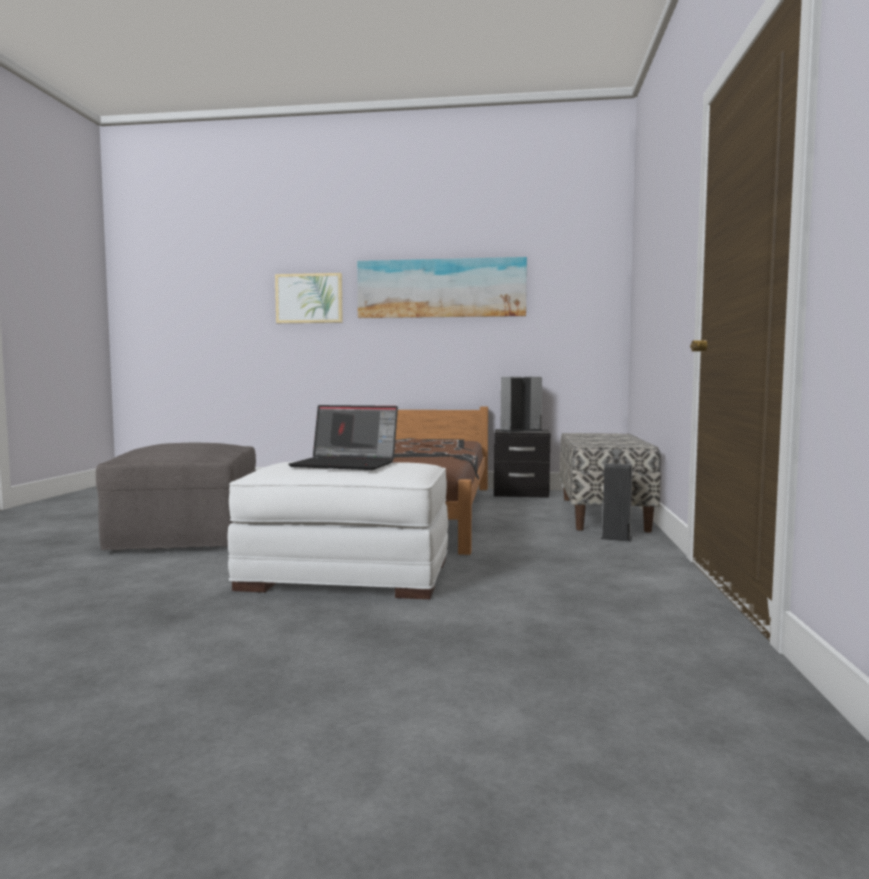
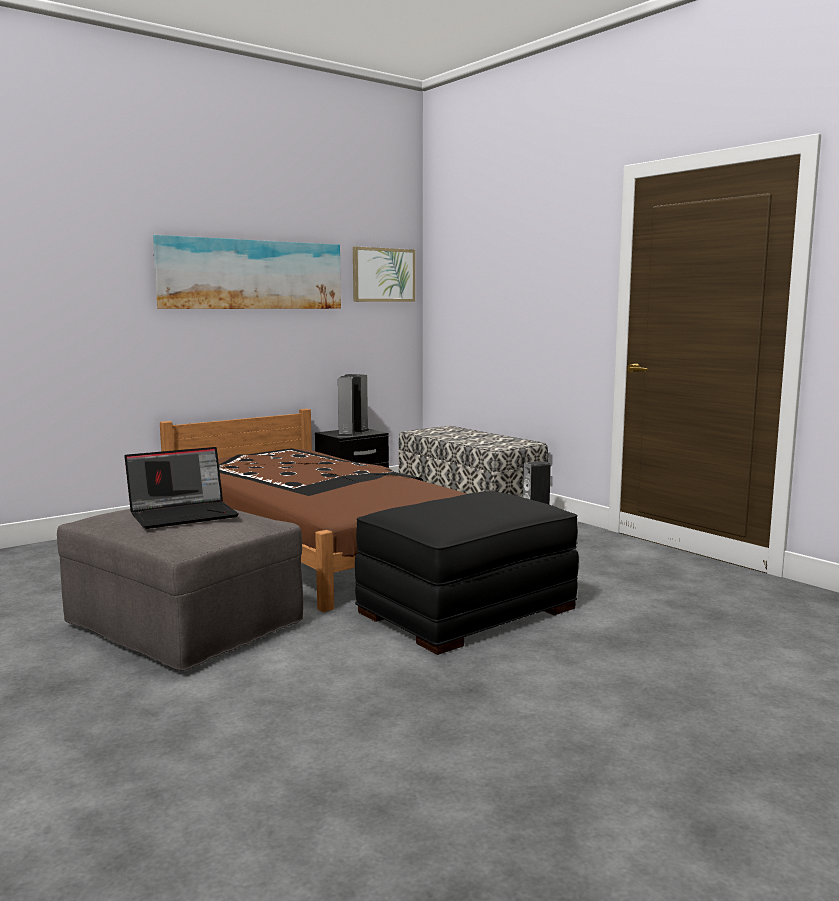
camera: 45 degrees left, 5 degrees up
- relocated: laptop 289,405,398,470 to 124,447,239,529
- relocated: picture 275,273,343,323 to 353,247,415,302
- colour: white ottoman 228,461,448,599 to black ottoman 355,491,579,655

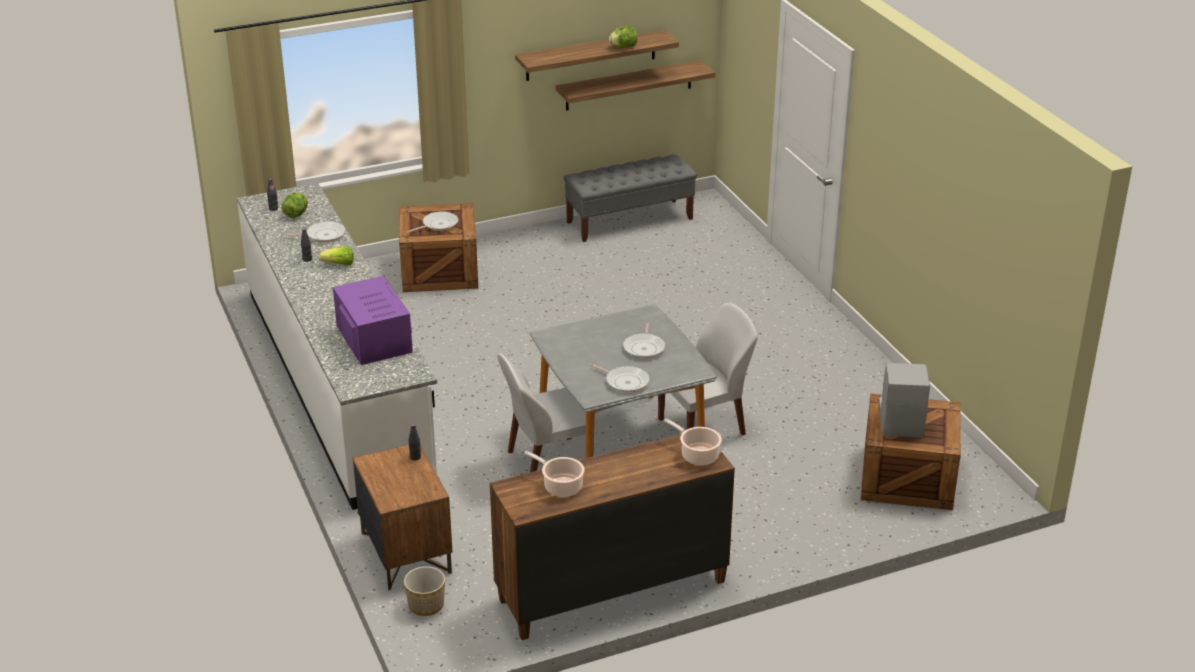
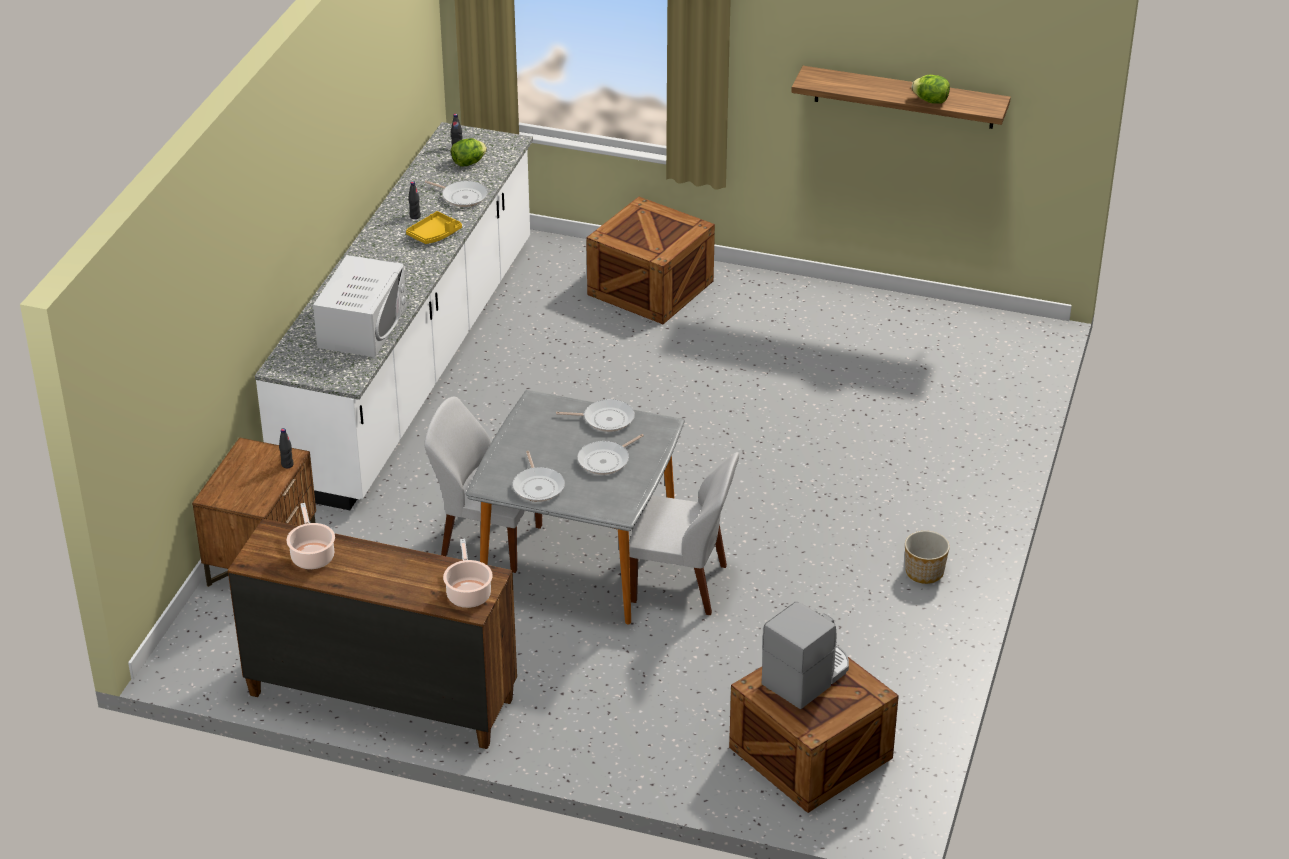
camera: 40 degrees right, 5 degrees up
- colour: purple microwave 333,276,413,365 to white microwave 313,255,407,357
- exchanged: lettuce 319,246,354,266 to yellow tray 406,211,462,244
- relocated: frying pan 407,211,458,232 to 556,399,635,432
- relocated: planter 404,566,445,616 to 905,531,950,584
- missing: shelf 556,60,715,111
- missing: grey bench 564,154,697,242

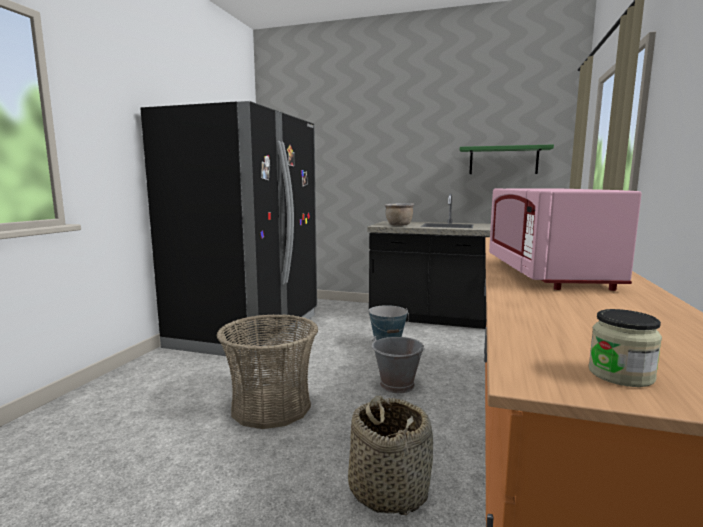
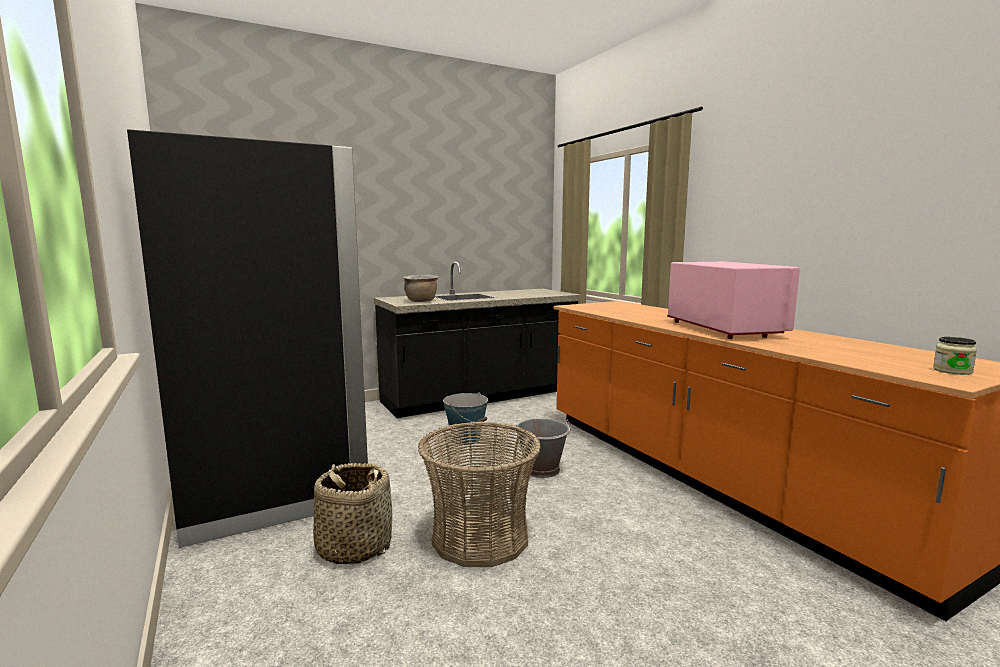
camera: 45 degrees left, 0 degrees up
- relocated: basket 348,395,433,515 to 313,463,392,565
- spun: pink microwave 489,189,642,291 = 667,261,800,339 150 degrees counterclockwise
- missing: green shelf 460,144,554,174

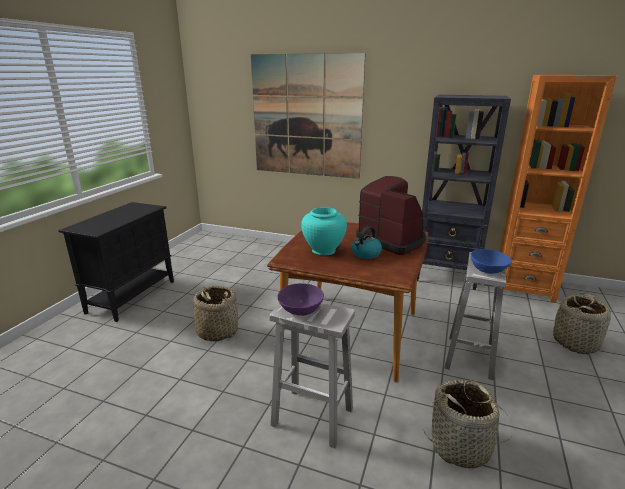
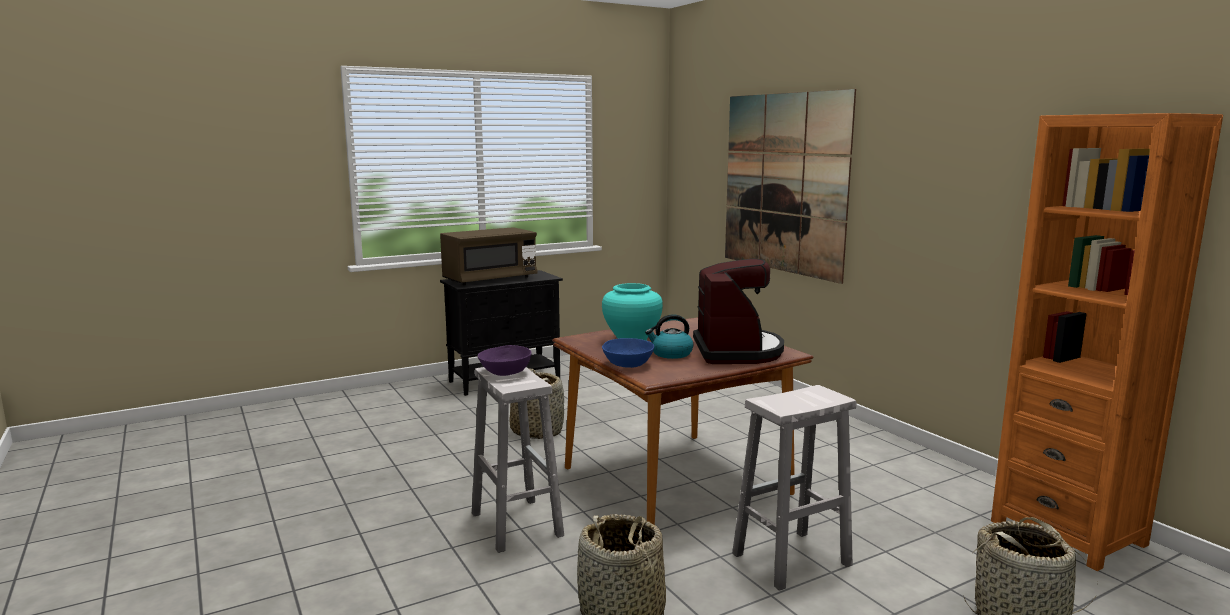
camera: 40 degrees right, 10 degrees down
- appeared: brown microwave 440,227,538,285
- relocated: blue bowl 471,249,511,274 to 602,338,654,368
- missing: black bookcase 417,95,511,290

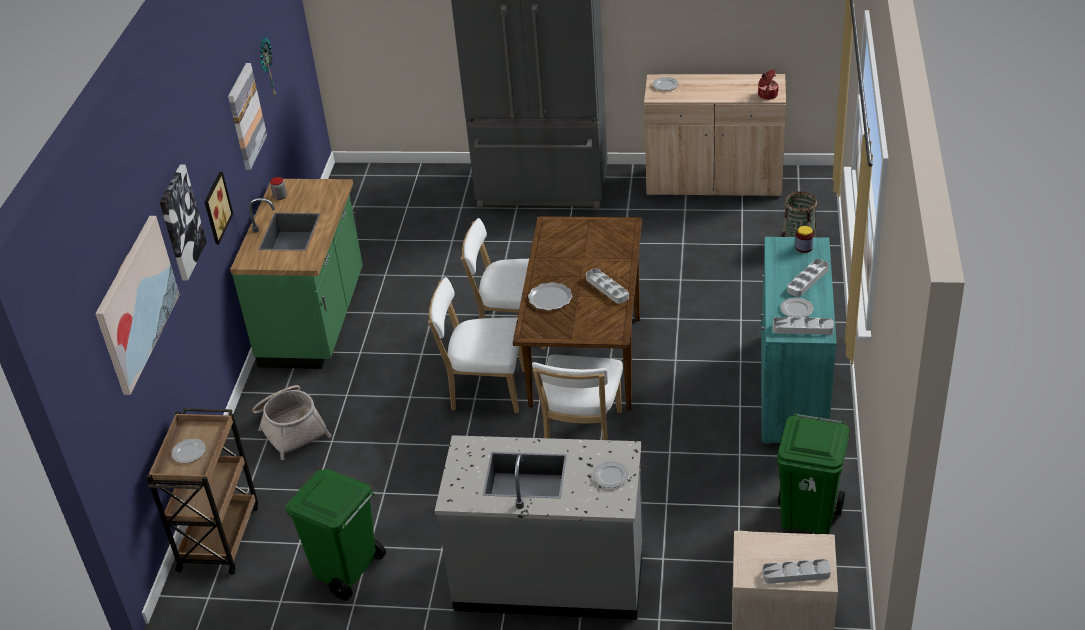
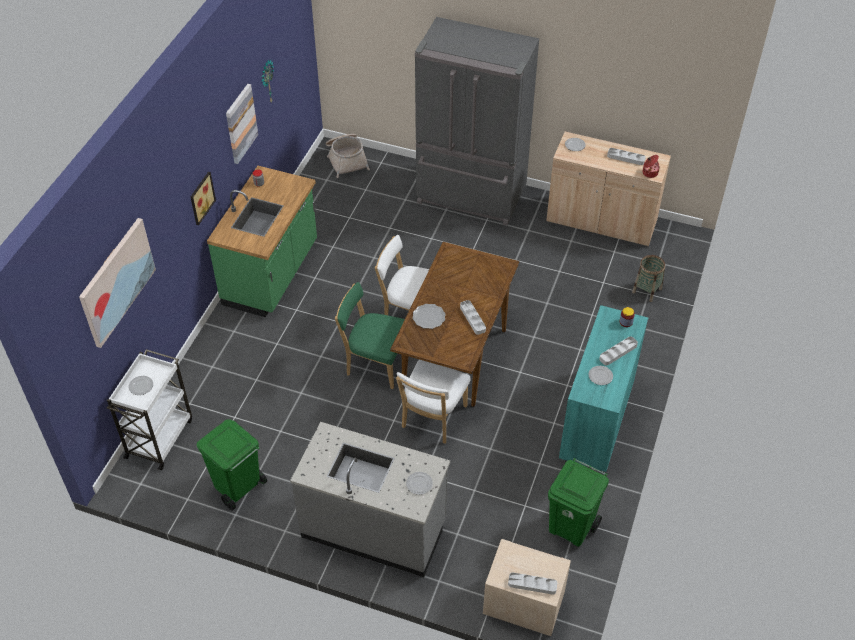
camera: 10 degrees right, 10 degrees up
- colour: brown cart 146,408,258,575 to white cart 107,349,192,470
- relocated: basket 252,385,332,460 to 326,134,370,178
- colour: white chair 428,277,524,413 to green chair 335,282,405,389
- relocated: grey tray 773,317,834,335 to 607,148,646,165
- missing: picture 159,165,207,281

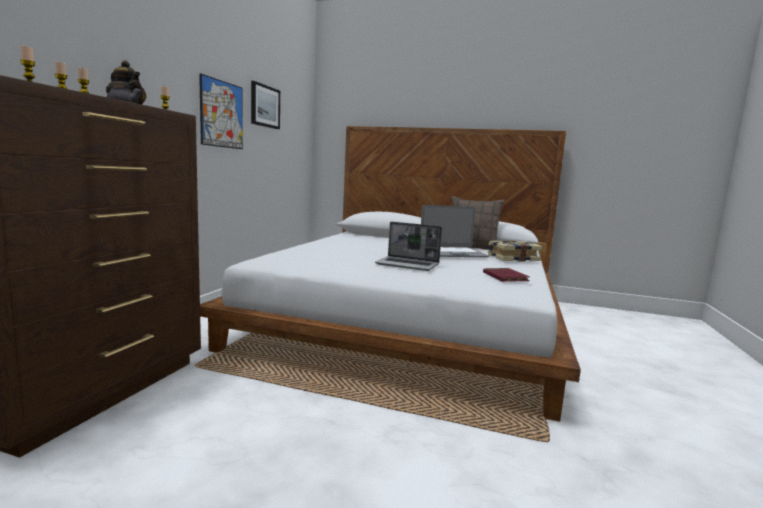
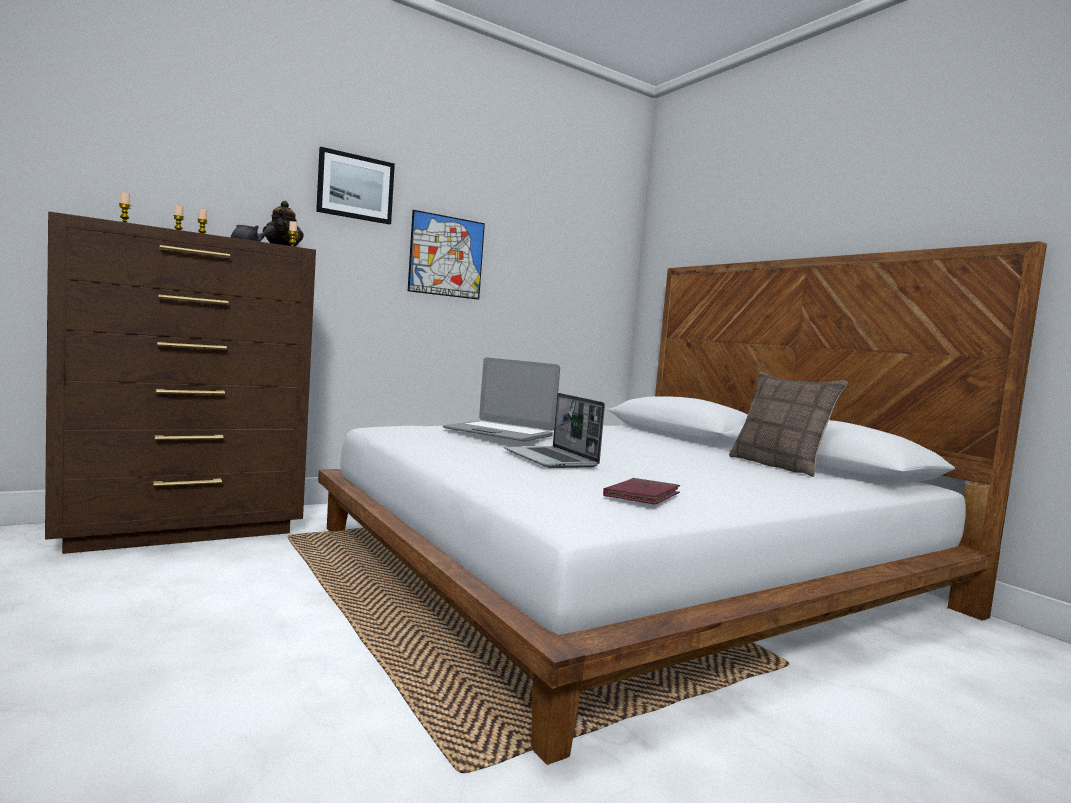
camera: 40 degrees right, 5 degrees down
- relocated: picture 251,81,280,129 to 316,147,395,224
- relocated: laptop 421,205,489,257 to 443,357,560,442
- missing: book 488,240,543,262

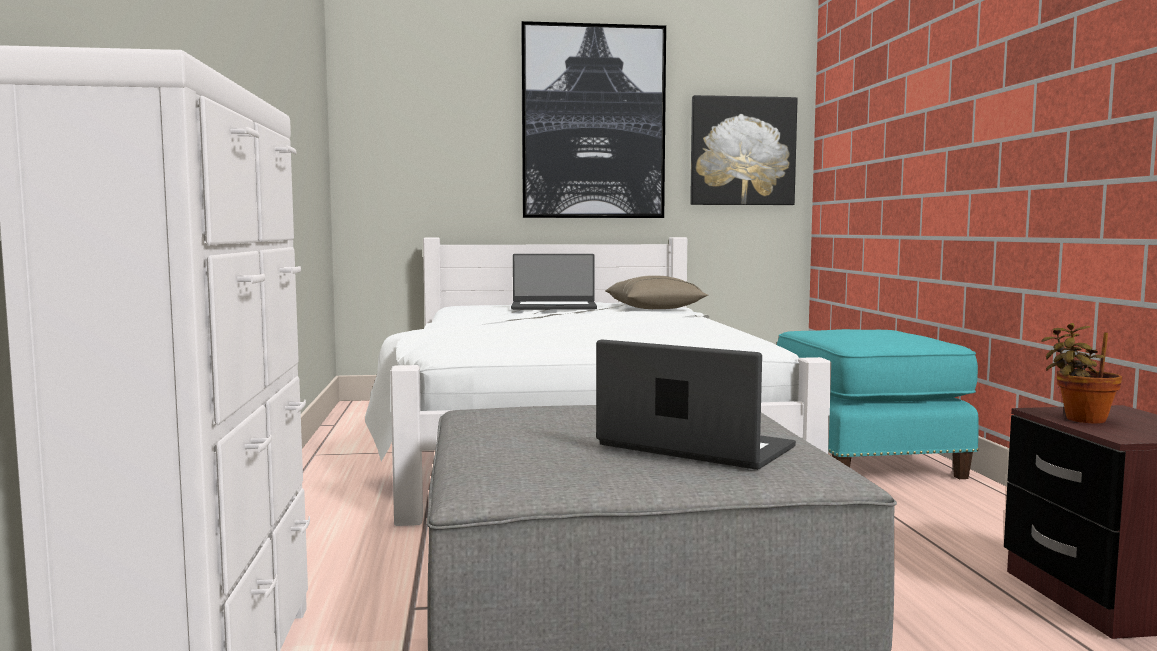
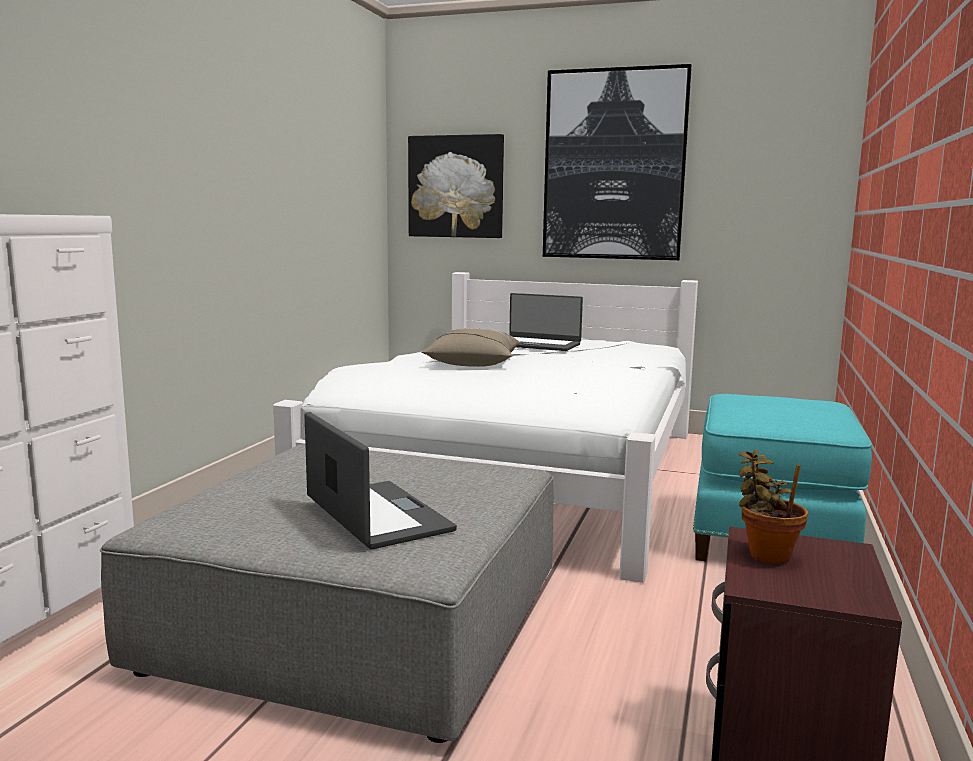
camera: 25 degrees right, 5 degrees up
- relocated: picture 690,95,798,205 to 408,134,504,238
- relocated: beige pillow 605,276,708,309 to 421,328,521,367

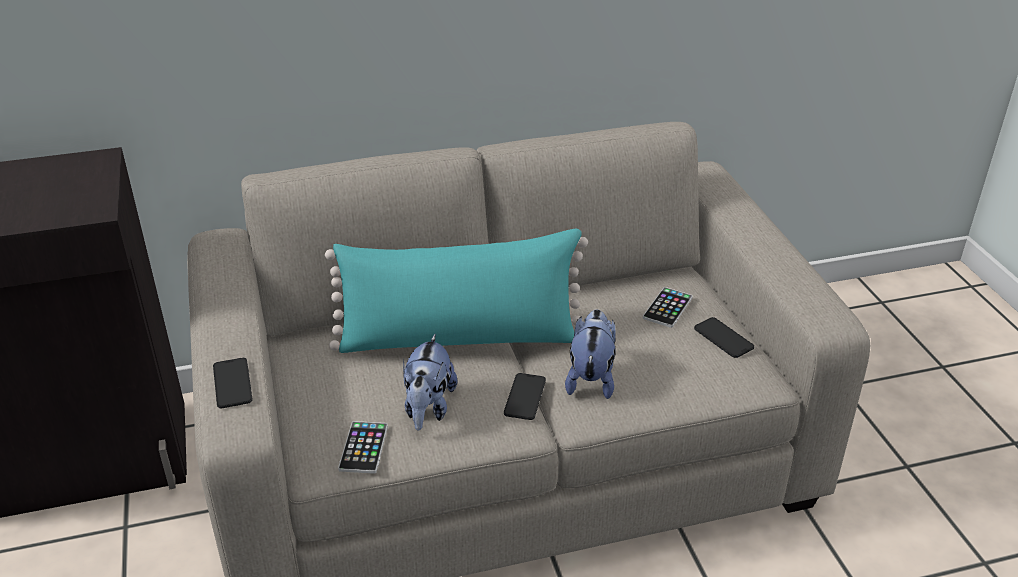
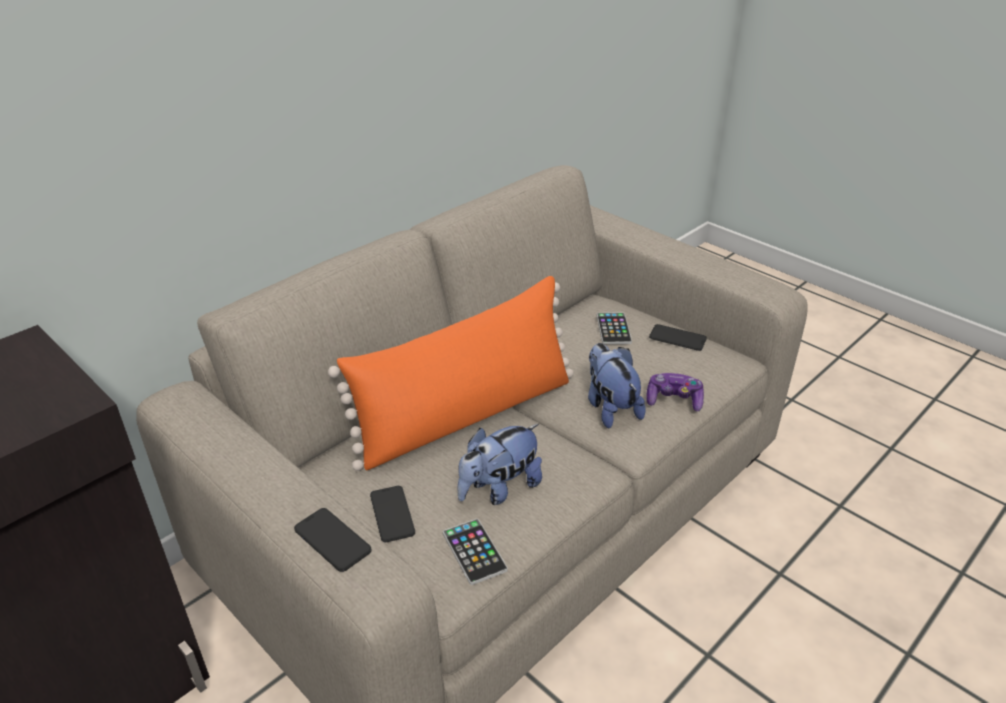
camera: 30 degrees left, 0 degrees up
- colour: turquoise pillow 325,229,588,353 to orange pillow 328,276,574,471
- relocated: phone 504,373,546,420 to 370,486,415,542
- spun: plush toy 403,334,457,431 = 458,424,542,505 75 degrees clockwise
- appeared: game controller 646,373,704,411

